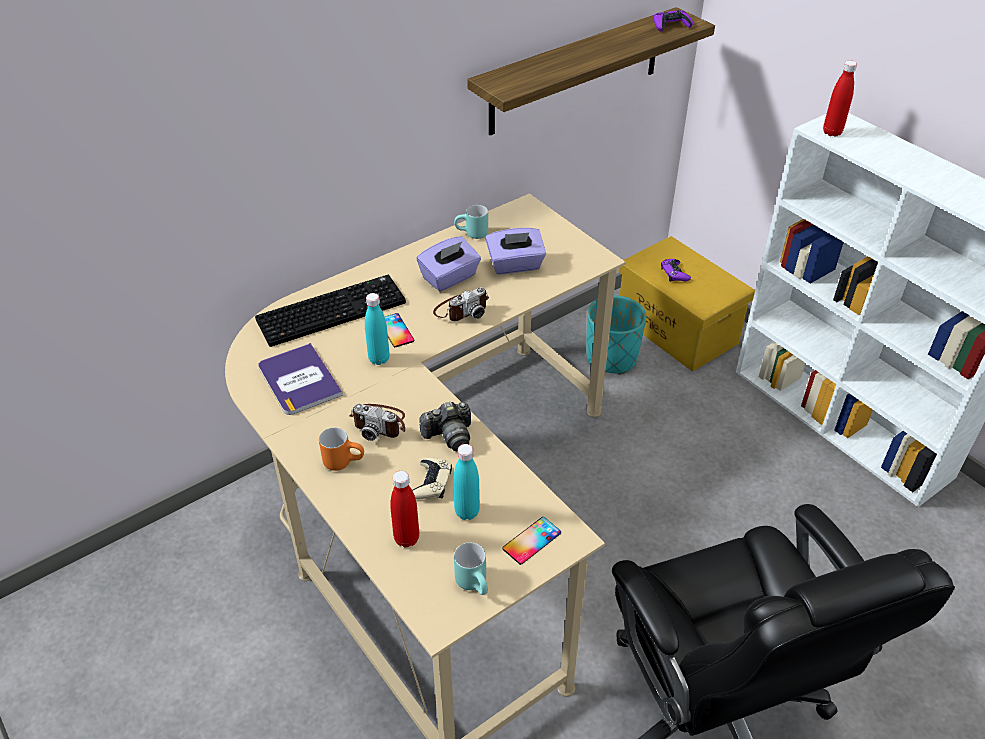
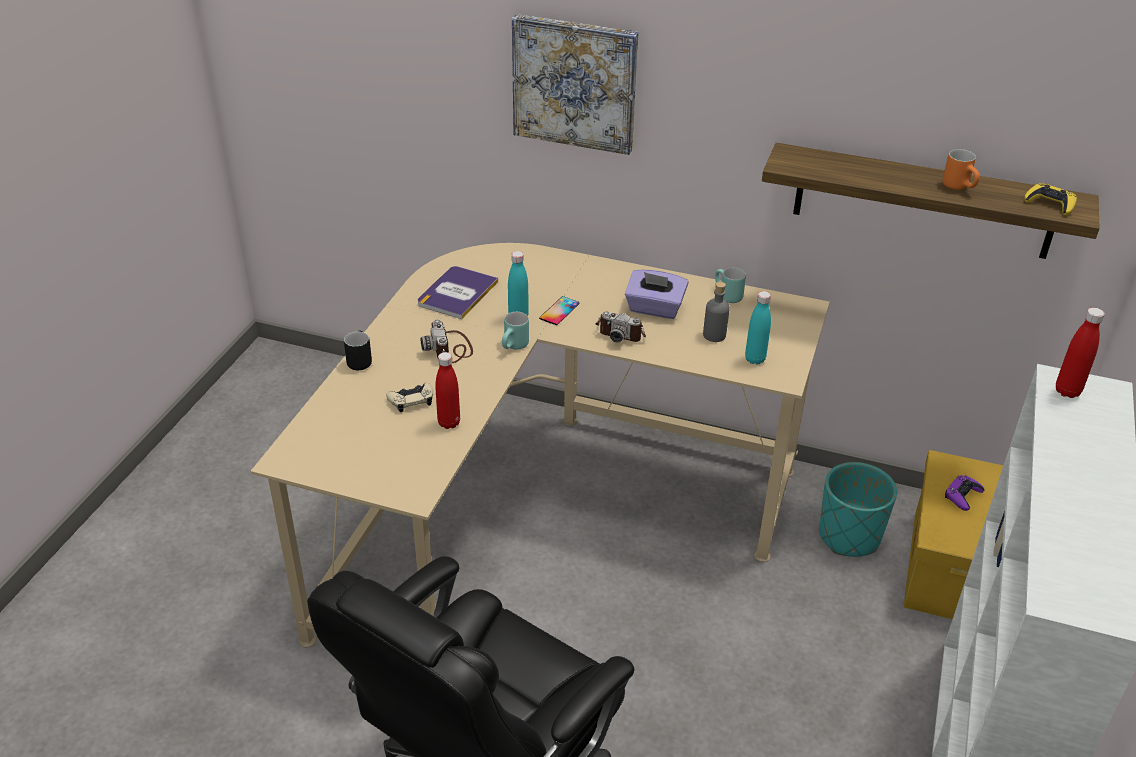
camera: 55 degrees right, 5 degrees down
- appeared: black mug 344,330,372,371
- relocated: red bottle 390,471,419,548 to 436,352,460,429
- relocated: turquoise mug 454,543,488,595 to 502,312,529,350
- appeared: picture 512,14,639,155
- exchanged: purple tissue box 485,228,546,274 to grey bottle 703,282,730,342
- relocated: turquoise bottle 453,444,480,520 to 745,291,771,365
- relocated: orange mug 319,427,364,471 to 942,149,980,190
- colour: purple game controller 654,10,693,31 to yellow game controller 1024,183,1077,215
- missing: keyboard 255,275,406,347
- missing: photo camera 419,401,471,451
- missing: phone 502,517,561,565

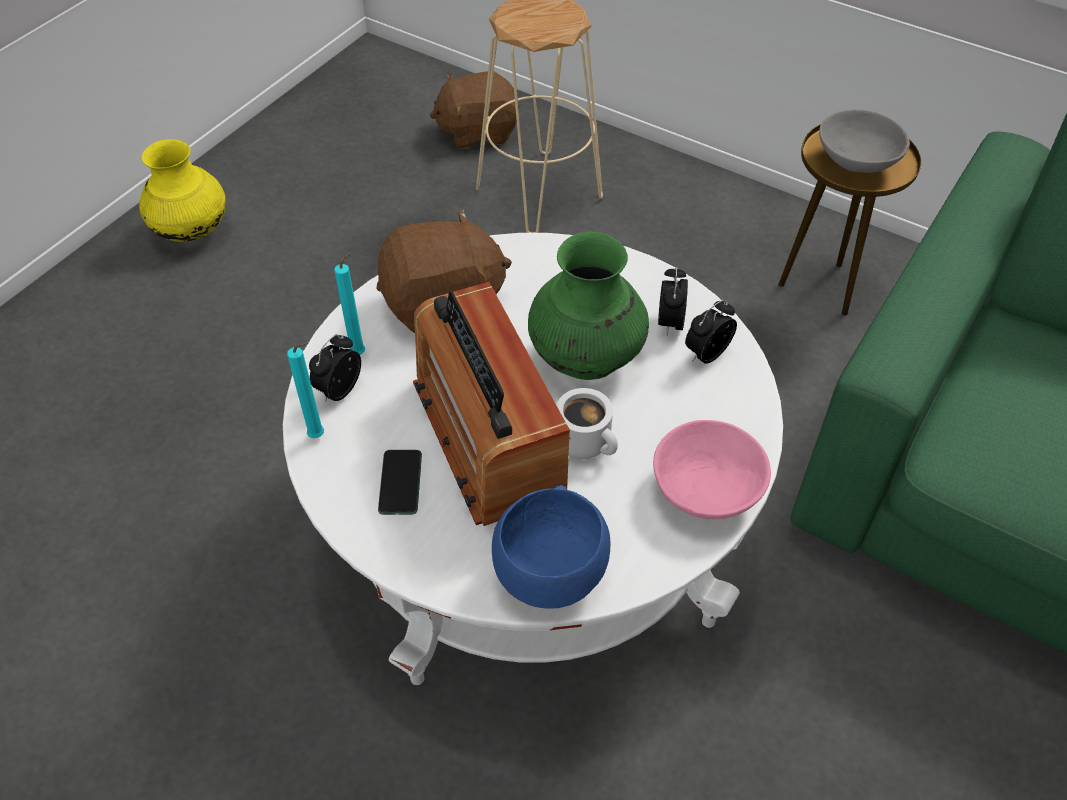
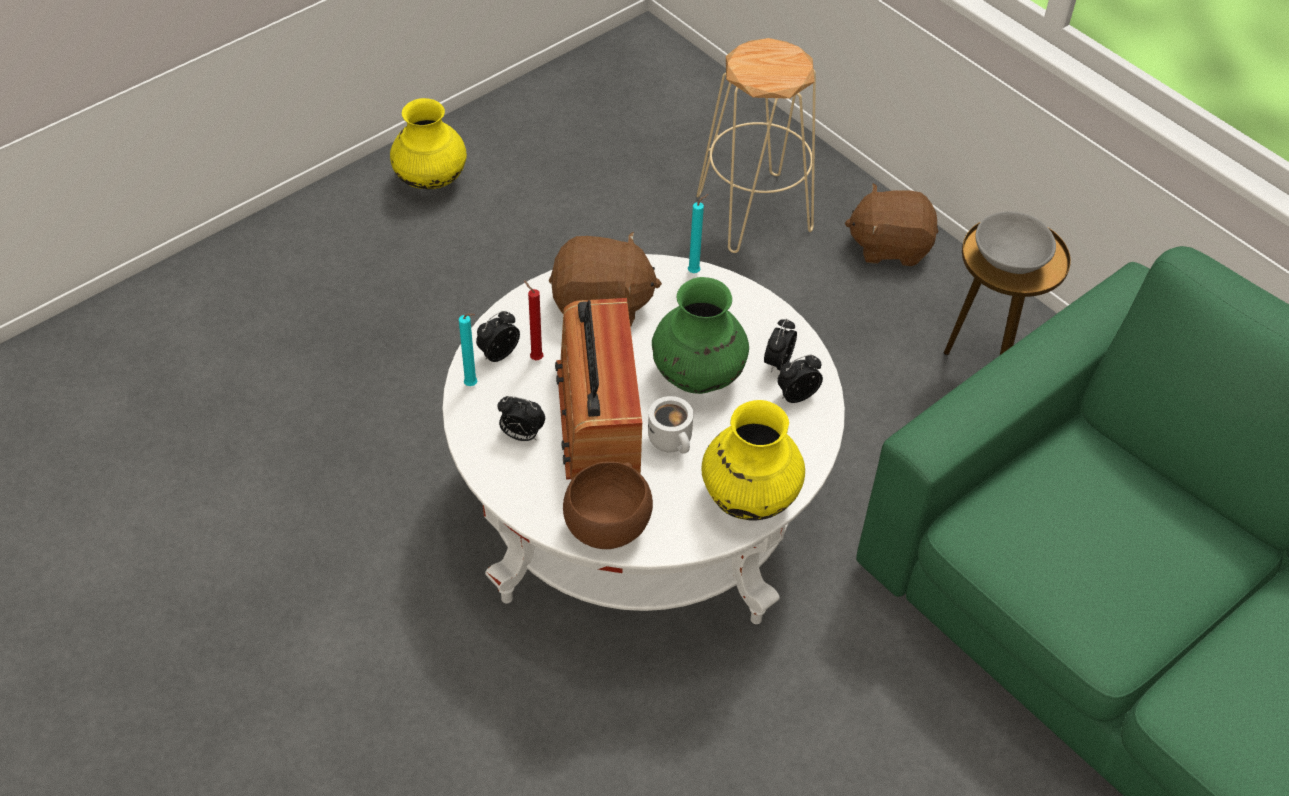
camera: 15 degrees right, 0 degrees up
- exchanged: phone 378,450,422,515 to alarm clock 498,396,545,441
- appeared: red candle 524,280,543,360
- colour: blue bowl 492,485,610,609 to brown bowl 563,462,653,549
- relocated: turquoise candle 334,251,365,355 to 688,194,709,273
- exchanged: pink bowl 653,420,771,519 to yellow vase 701,400,805,521
- relocated: brown plush toy 430,72,519,149 to 845,183,938,266

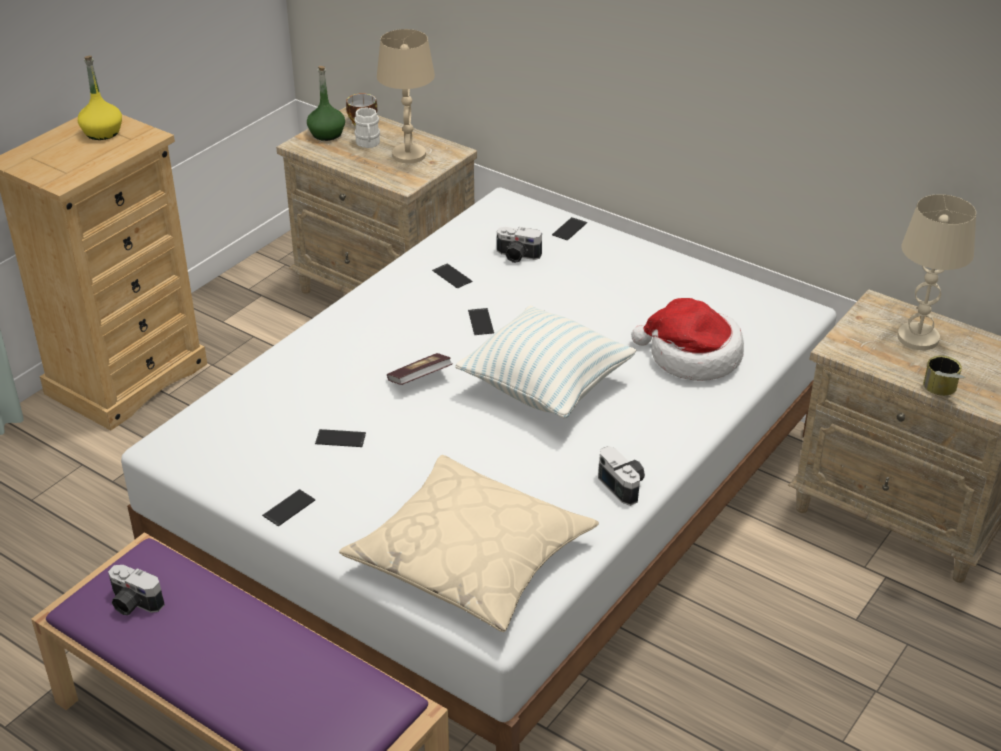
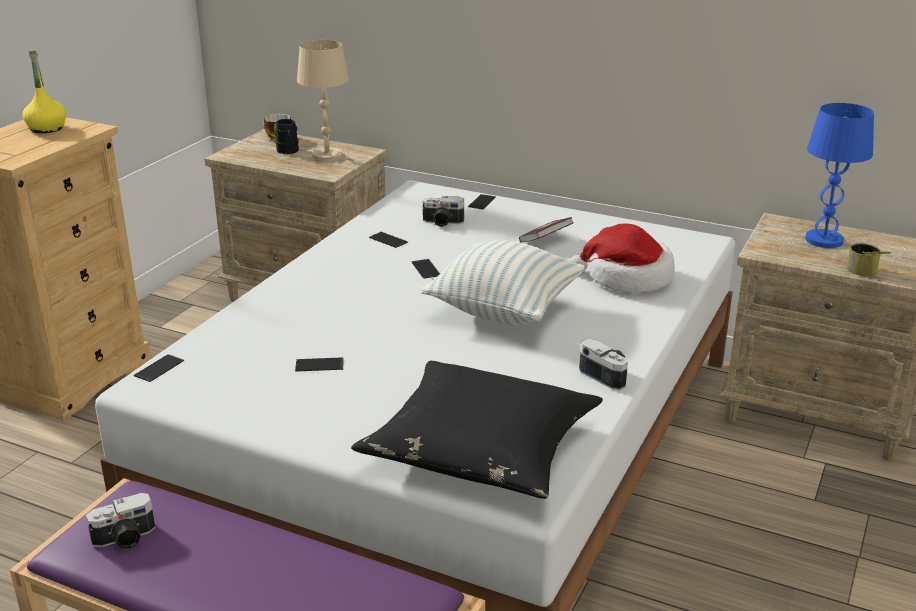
camera: 10 degrees left, 10 degrees down
- spun: photo camera 108,565,165,615 = 86,493,156,549 45 degrees counterclockwise
- relocated: phone 262,489,315,527 to 134,354,184,382
- colour: white mug 354,107,380,148 to black mug 275,119,299,154
- colour: beige pillow 339,455,599,632 to black pillow 351,361,603,499
- relocated: book 387,353,453,385 to 519,217,574,243
- colour: beige table lamp 897,194,976,350 to blue table lamp 805,103,874,248
- missing: green bottle 307,66,345,141

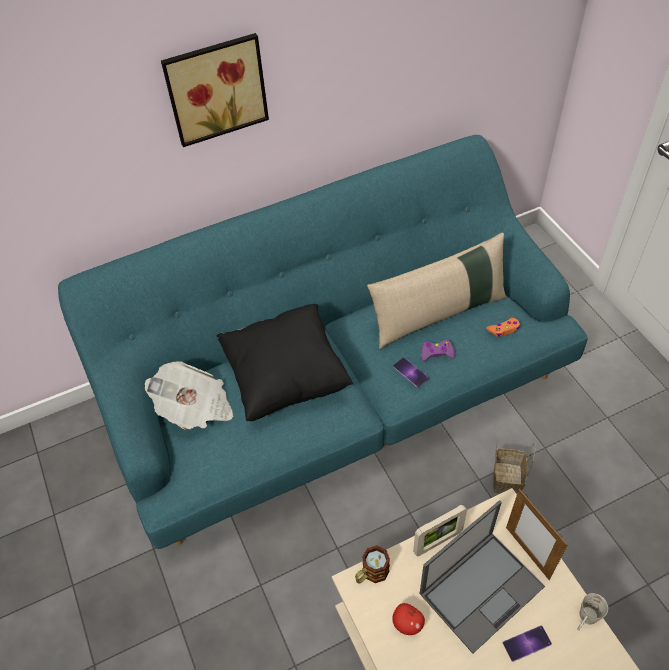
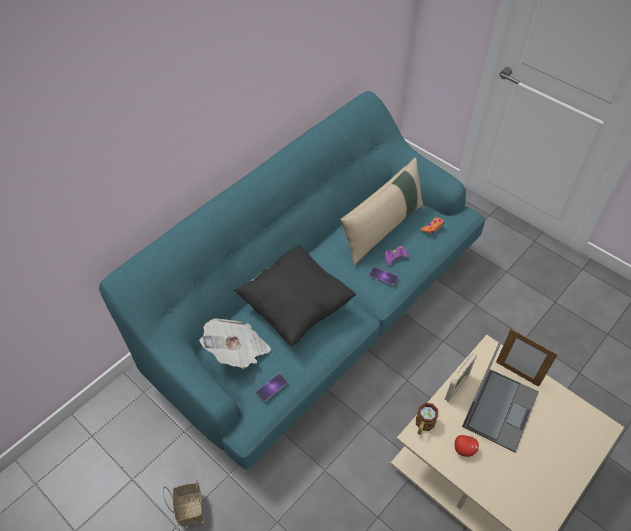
camera: 25 degrees left, 0 degrees up
- relocated: basket 493,439,536,494 to 163,480,204,527
- relocated: phone 503,625,552,662 to 256,373,288,401
- missing: picture 161,33,269,147
- missing: white mug 577,593,608,631

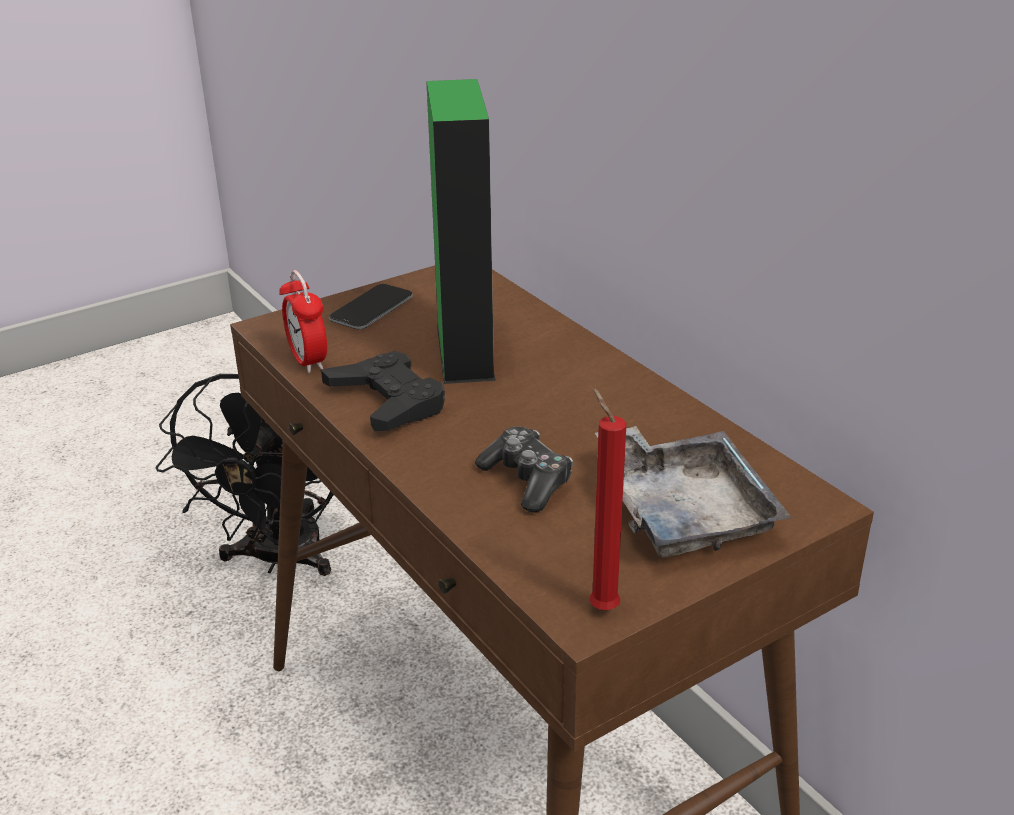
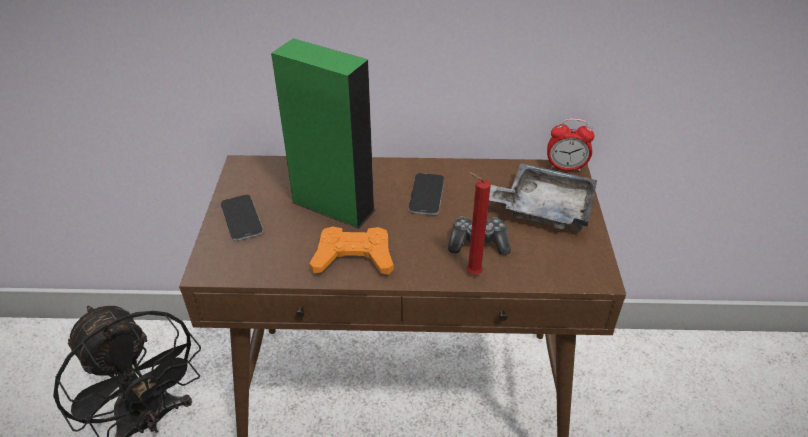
camera: 55 degrees left, 10 degrees up
- colour: black game controller 321,351,445,431 to orange game controller 309,226,393,275
- appeared: phone 408,173,444,215
- relocated: red candle 589,388,627,610 to 467,172,491,275
- relocated: alarm clock 279,270,327,373 to 547,118,595,171

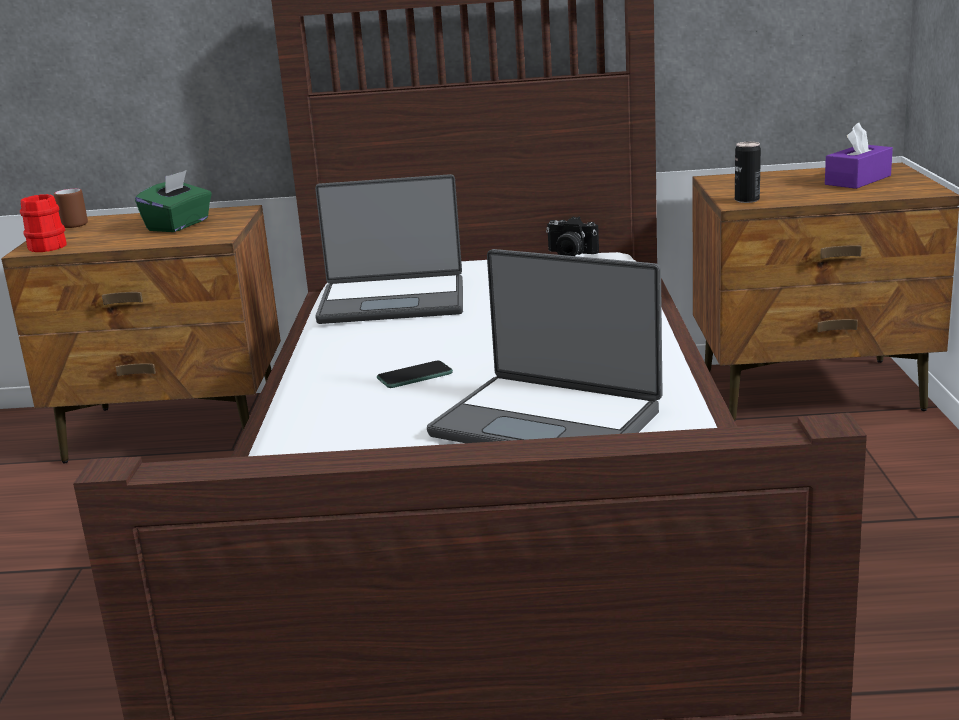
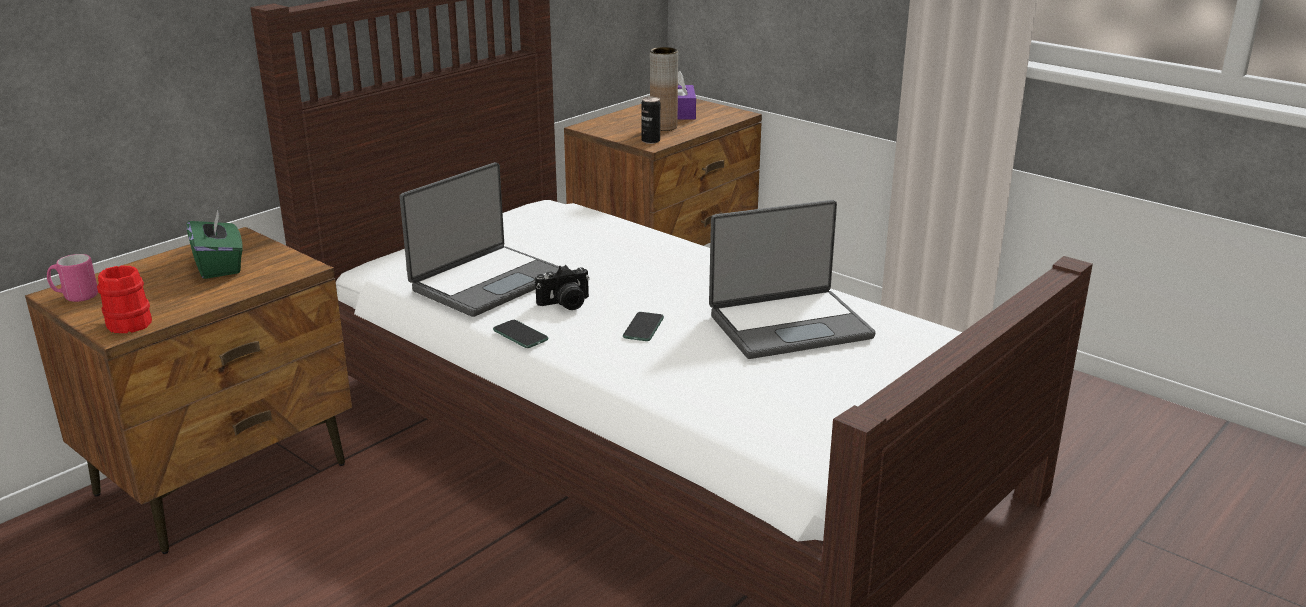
camera: 50 degrees left, 5 degrees up
- colour: brown mug 54,189,88,228 to pink mug 47,254,98,302
- appeared: phone 493,320,549,348
- relocated: photo camera 546,216,599,256 to 535,265,590,310
- appeared: brown vase 650,47,678,131

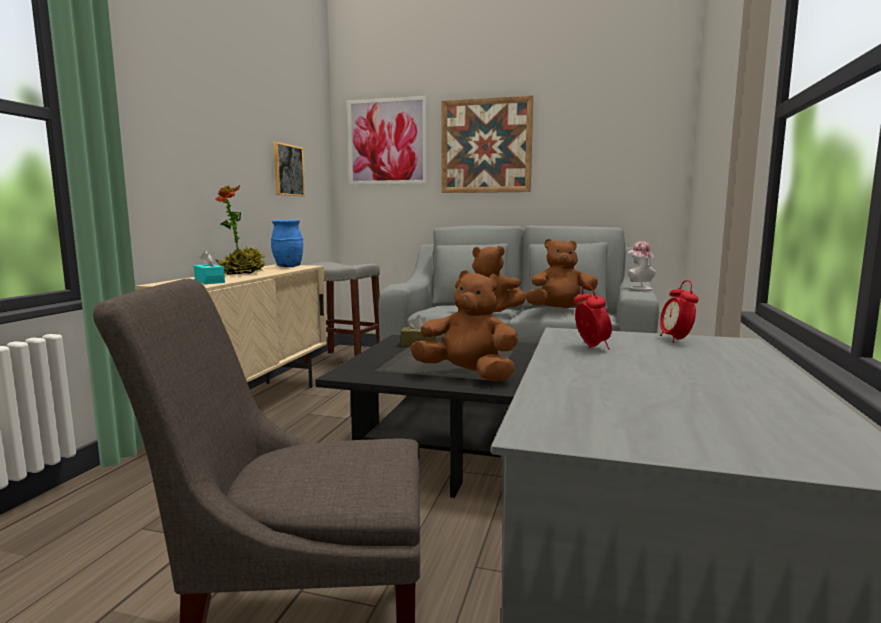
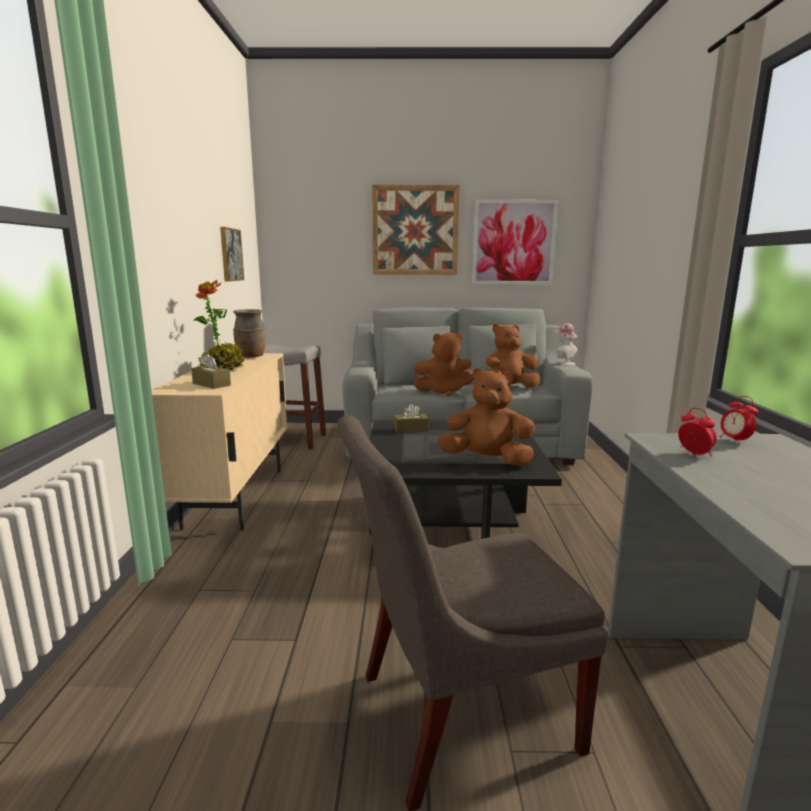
camera: 15 degrees left, 5 degrees up
- colour: turquoise tissue box 194,250,225,284 to brown tissue box 191,353,231,389
- colour: blue vase 271,220,303,267 to brown vase 233,309,266,358
- relocated: picture 347,96,427,185 to 472,199,558,285

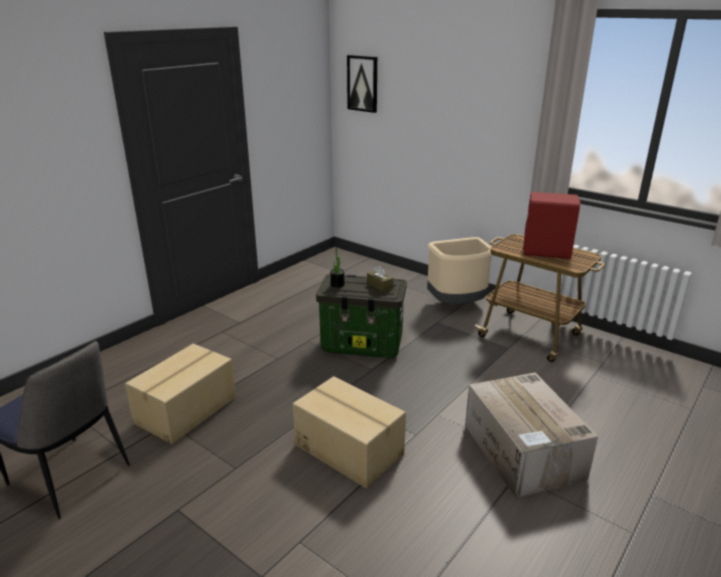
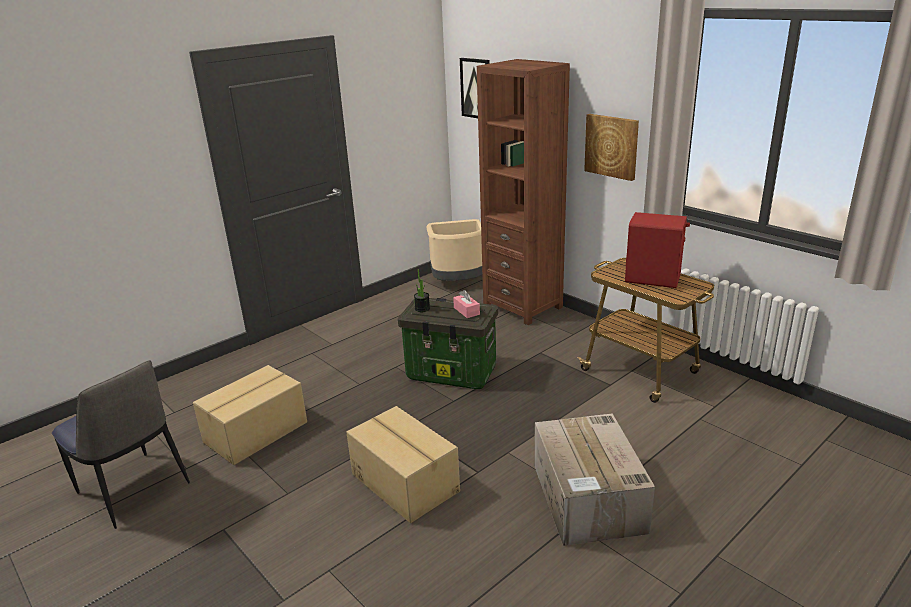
camera: 10 degrees right, 0 degrees up
- relocated: beige trash can 427,237,492,304 to 426,219,482,281
- colour: brown tissue box 367,265,394,292 to pink tissue box 453,290,480,318
- appeared: brown bookcase 477,59,570,325
- appeared: picture 584,114,639,181

